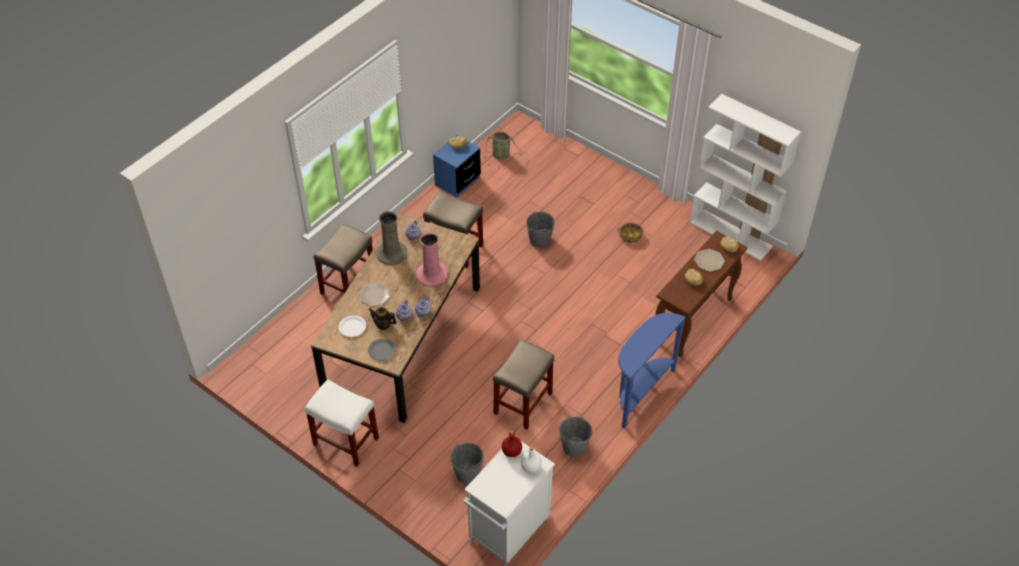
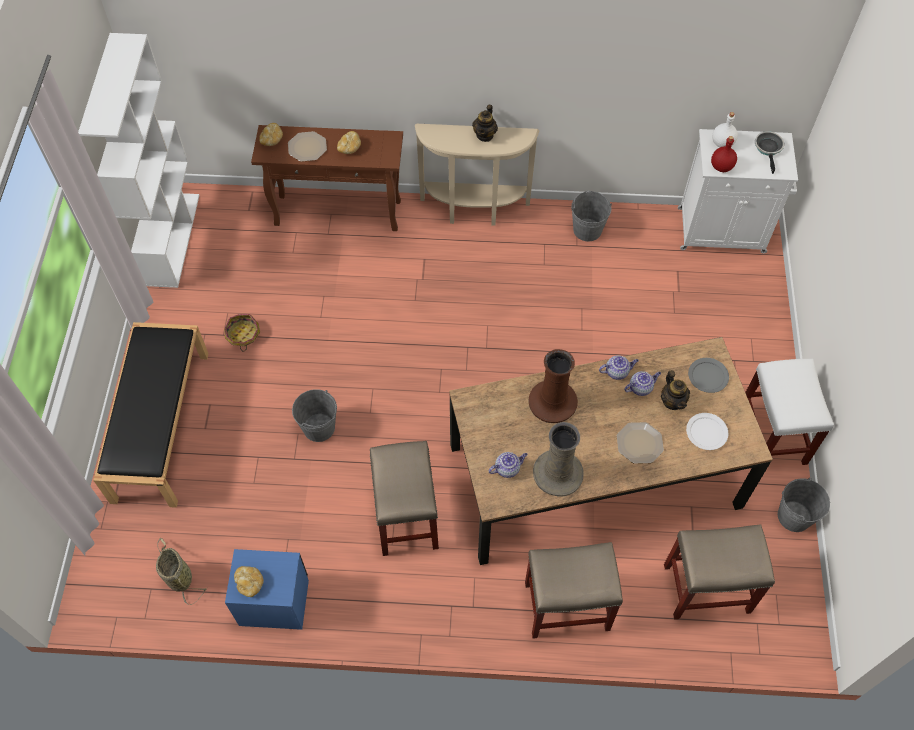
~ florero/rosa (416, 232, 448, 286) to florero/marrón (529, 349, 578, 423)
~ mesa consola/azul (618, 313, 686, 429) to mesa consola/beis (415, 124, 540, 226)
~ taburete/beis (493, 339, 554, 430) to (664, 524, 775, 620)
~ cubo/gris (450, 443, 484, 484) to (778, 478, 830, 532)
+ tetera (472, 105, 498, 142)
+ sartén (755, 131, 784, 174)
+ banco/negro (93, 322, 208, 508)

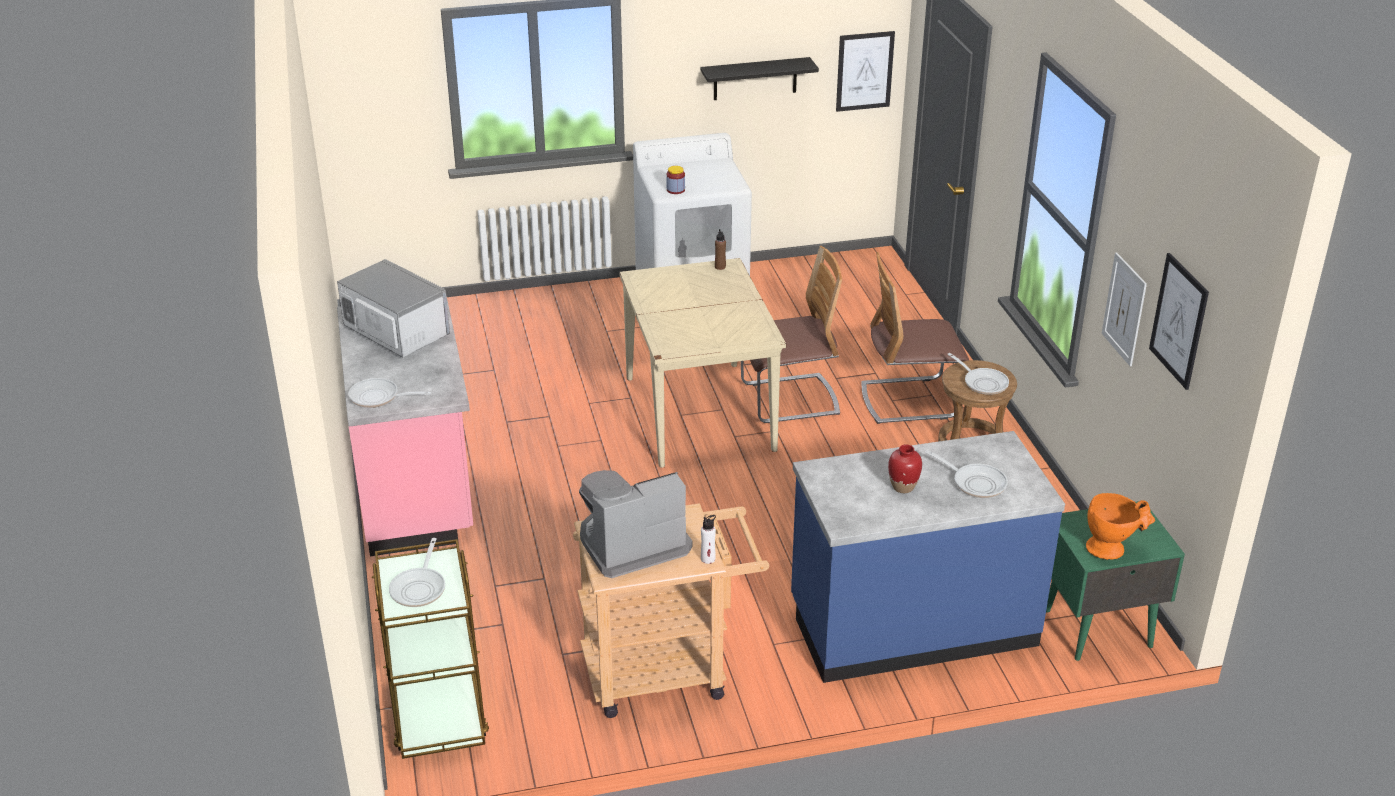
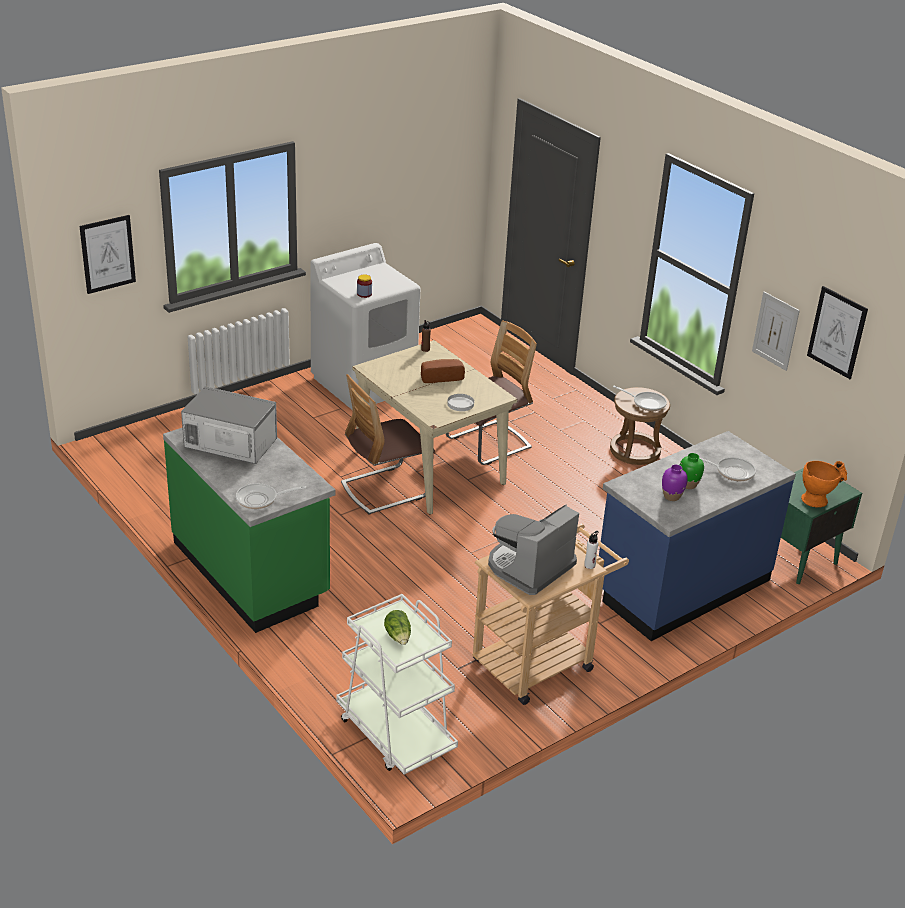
~ cuadro (836, 31, 895, 112) to (79, 215, 136, 294)
- estante/negro (701, 57, 819, 100)
~ silla (862, 252, 969, 424) to (341, 374, 435, 515)
~ mueble bajo de cocina/rosa (337, 296, 473, 556) to mueble bajo de cocina/verde (163, 428, 336, 633)
~ florero/rojo (888, 444, 922, 493) to florero/verde (680, 453, 704, 489)
~ sartén (389, 538, 445, 607) to lechuga (384, 610, 411, 645)
~ carrito/marrón (372, 539, 489, 759) to carrito/blanco (336, 594, 458, 775)
+ pan (421, 359, 465, 383)
+ plato/blanco (447, 394, 474, 411)
+ florero/morado (662, 464, 688, 501)

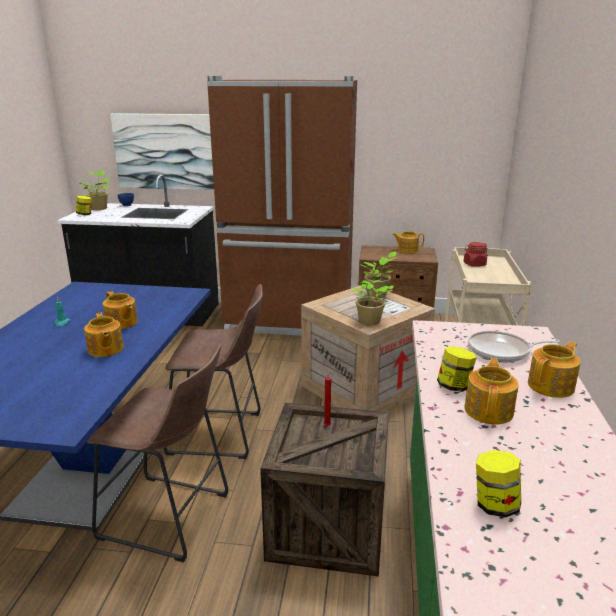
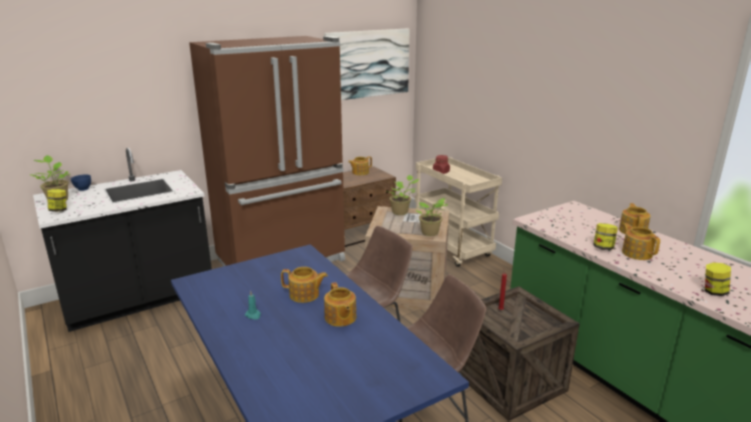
~ cuadro (110, 113, 214, 190) to (324, 28, 410, 100)
~ tetera (84, 313, 124, 357) = (324, 282, 356, 327) 45 degrees clockwise
- sartén (468, 331, 560, 362)

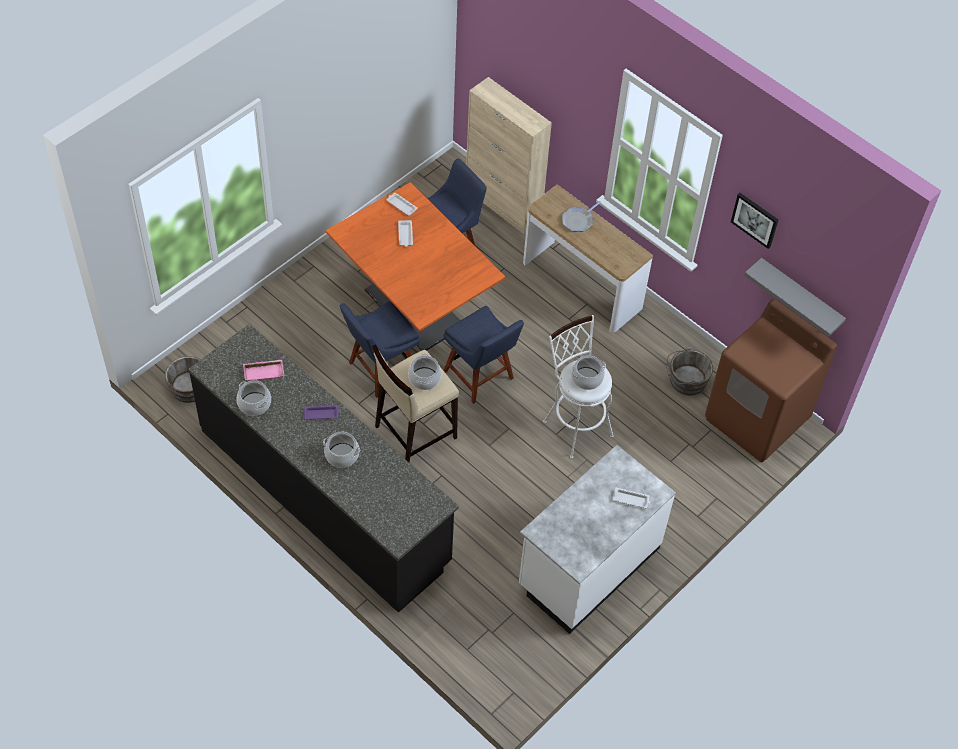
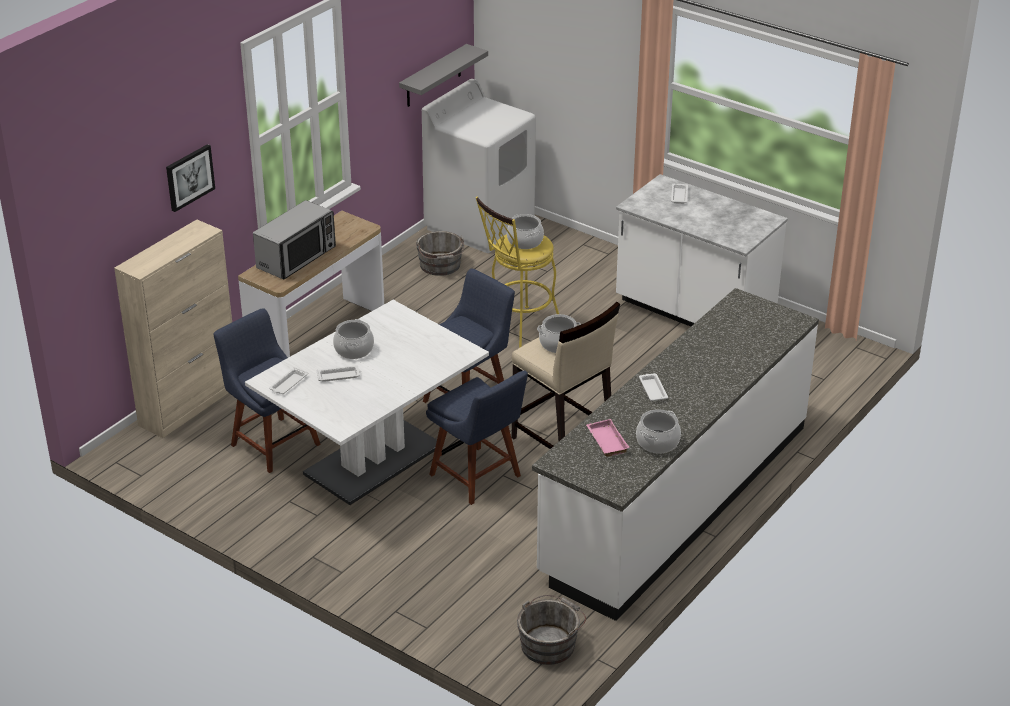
~ mesa de comedor/naranja (325, 182, 506, 351) to mesa de comedor/blanco (245, 300, 489, 505)
~ cuadro (731, 193, 778, 249) to (166, 144, 215, 212)
~ sartén (562, 201, 601, 232) to microondas (253, 200, 336, 279)
~ lavadora/marrón (705, 299, 837, 462) to lavadora/blanco (422, 79, 536, 253)
~ taburete/blanco (543, 315, 614, 459) to taburete/amarillo (476, 197, 559, 348)
~ mueble bajo de cocina/negro (188, 324, 459, 613) to mueble bajo de cocina/blanco (532, 288, 819, 621)
~ bandeja/morado (303, 405, 340, 420) to bandeja/blanco (639, 373, 668, 401)
~ olla (323, 432, 360, 468) to (333, 319, 374, 359)

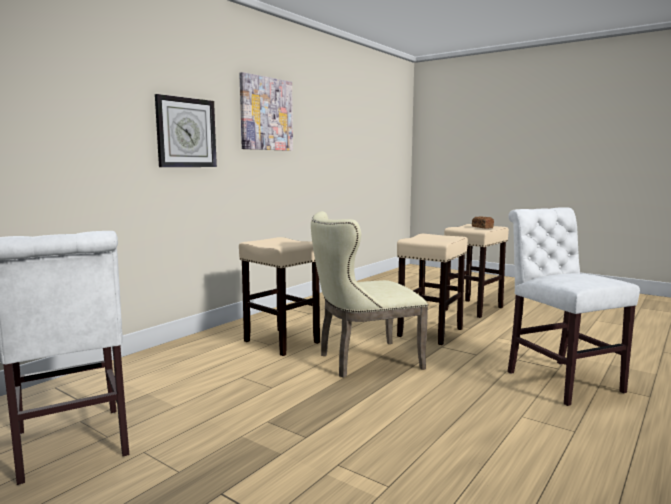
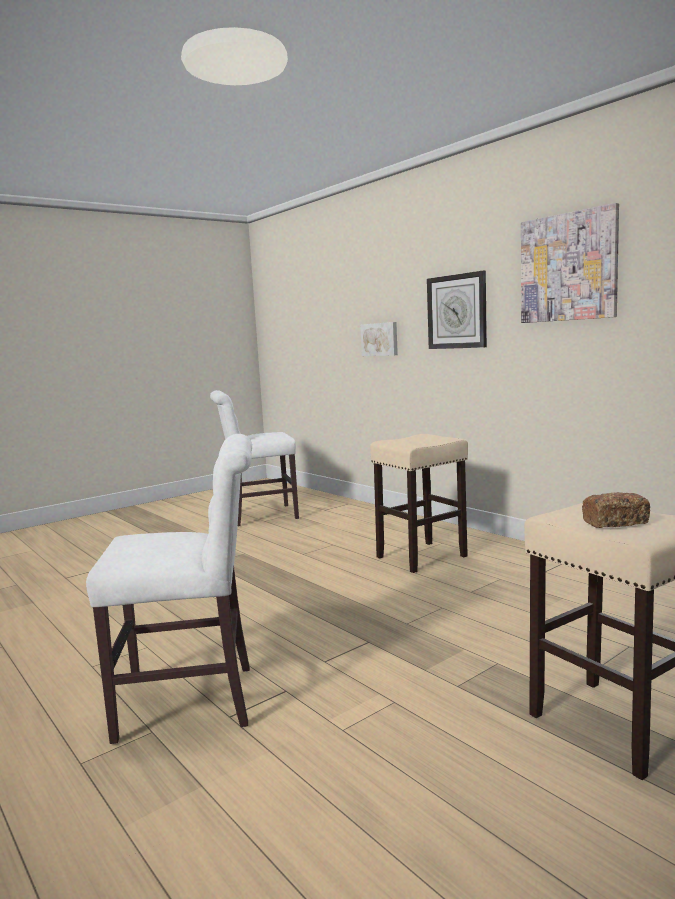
- silla/beis (311, 211, 428, 378)
- taburete/beis (397, 234, 468, 345)
+ cuadro (360, 322, 398, 356)

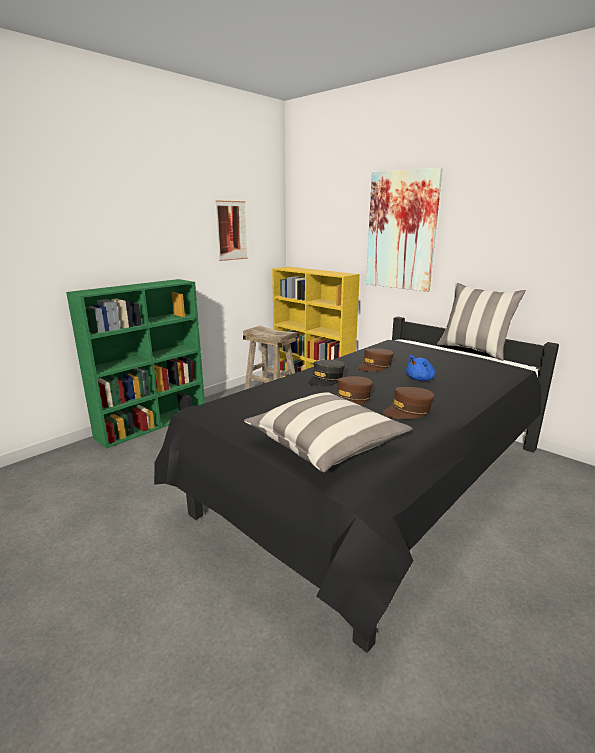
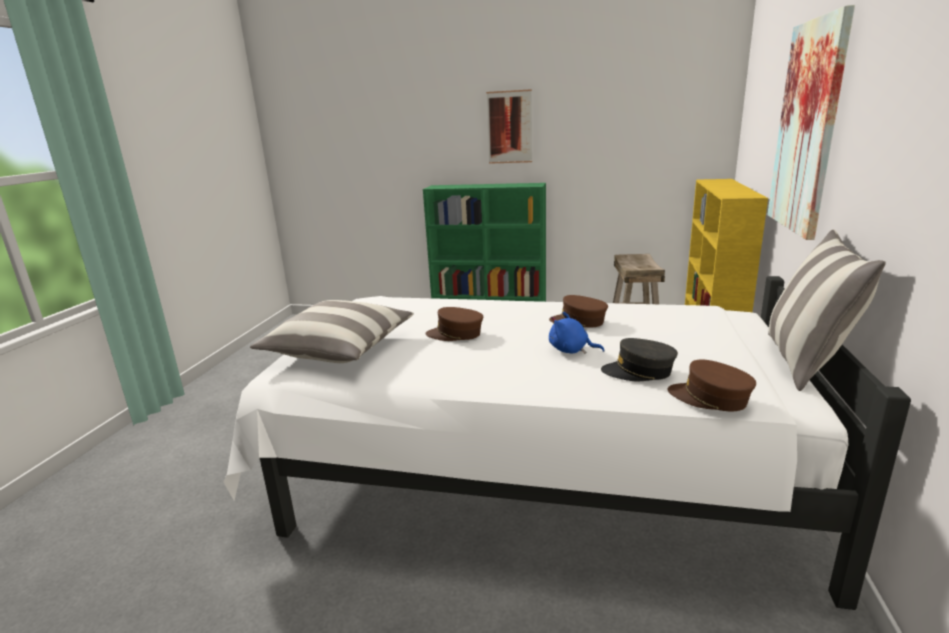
~ cuadro (215, 200, 248, 261) to (486, 89, 532, 164)
~ cama/negro (154, 317, 559, 653) to cama/blanco (224, 276, 911, 610)
~ gorra/gris (308, 360, 345, 387) to (601, 338, 678, 381)
~ gorra/marrón (383, 387, 435, 419) to (668, 359, 756, 411)

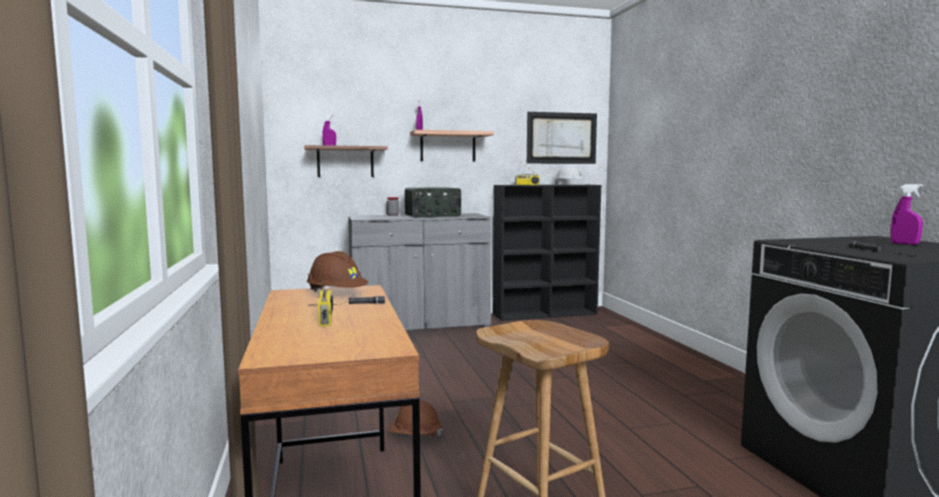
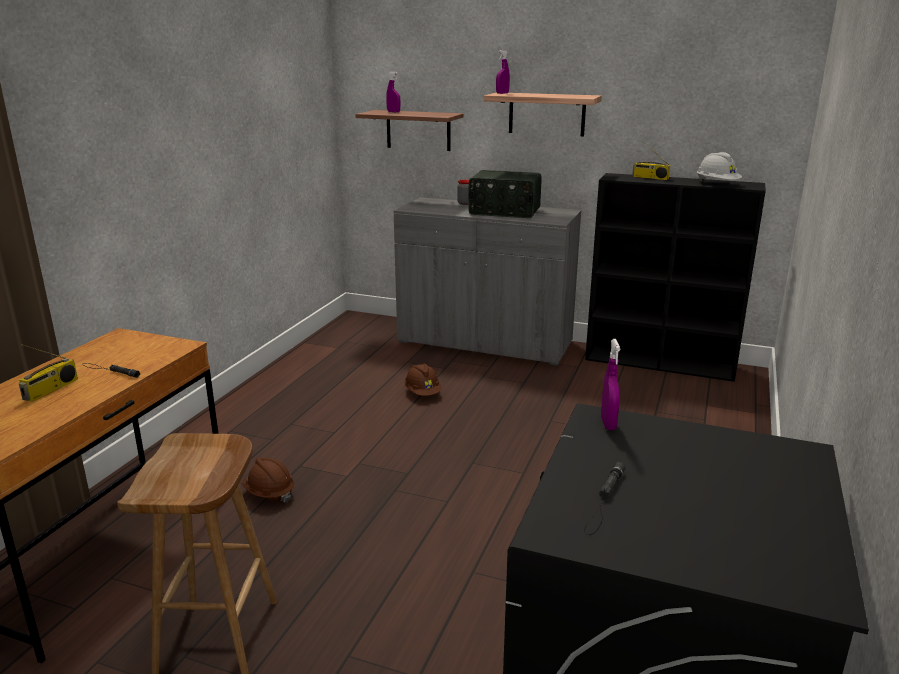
- cuadro (527, 112, 597, 164)
~ pulverizador/morado (891, 184, 923, 245) to (601, 339, 620, 430)
~ casco/marrón (307, 251, 368, 292) to (405, 364, 441, 396)

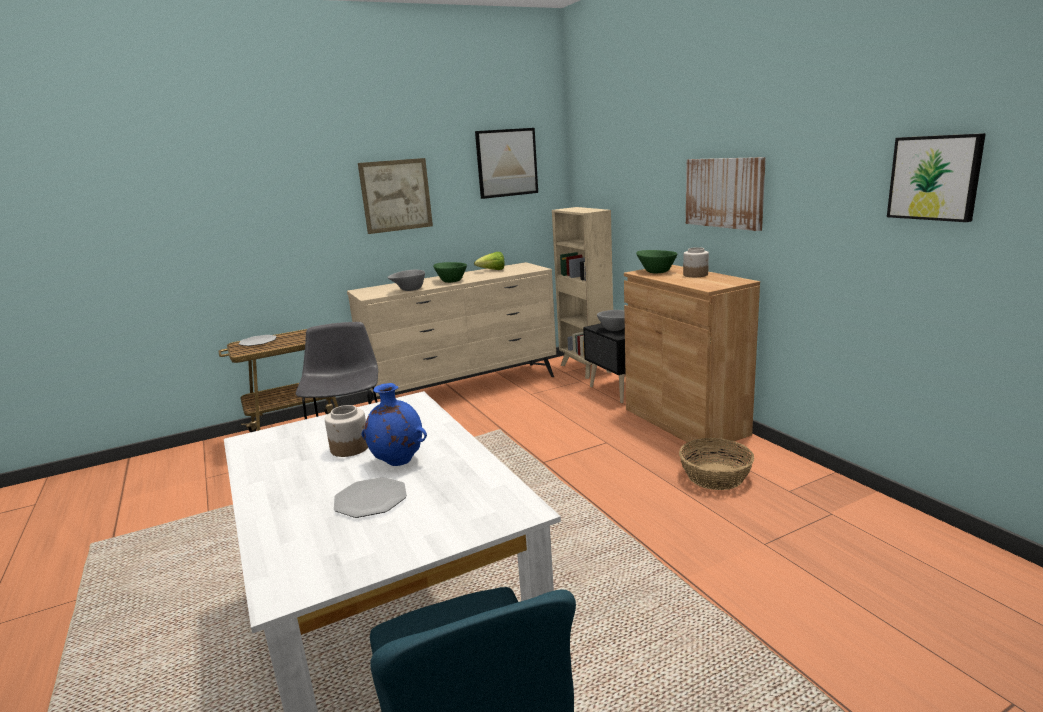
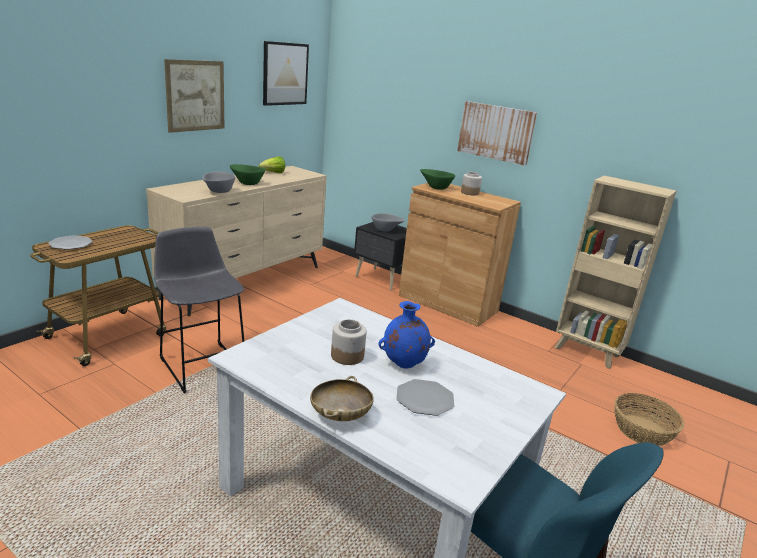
- cuadro (887, 133, 986, 222)
~ estantería/beis (552, 207, 613, 379) to (555, 176, 676, 369)
~ cesta (679, 438, 754, 490) to (614, 393, 685, 446)
+ cuenco/beis (310, 376, 374, 421)

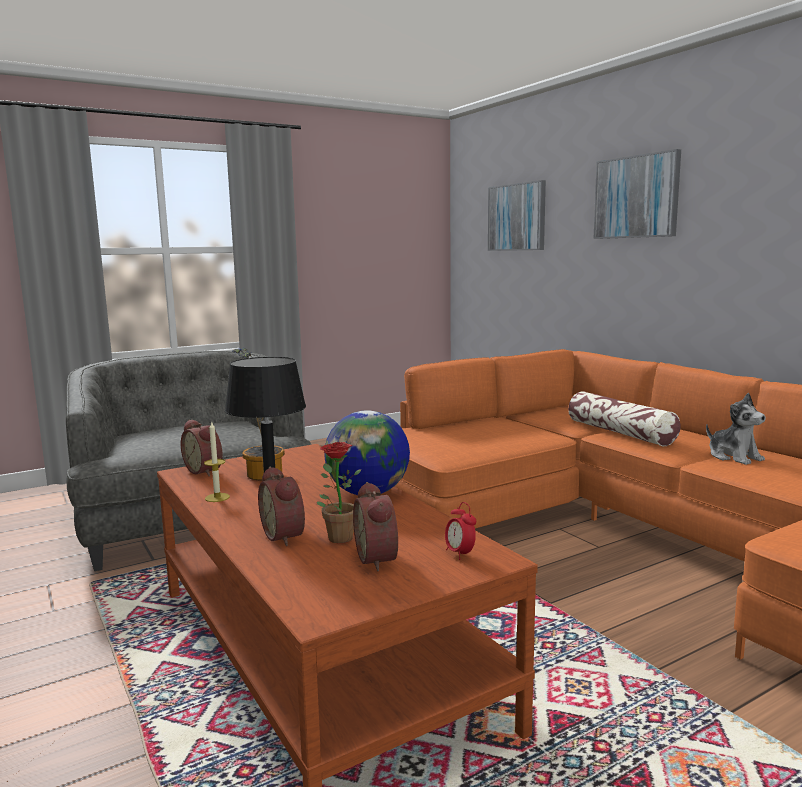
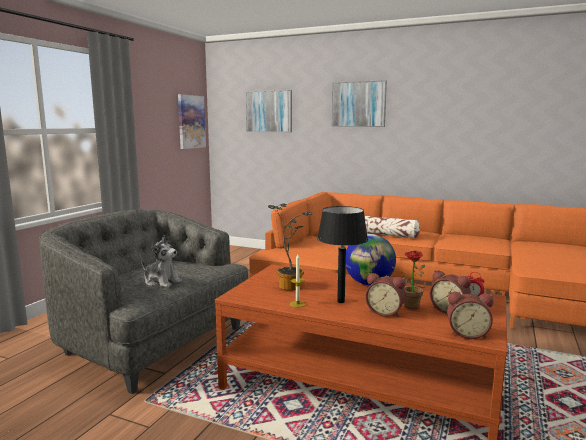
~ peluche (706, 393, 766, 465) to (142, 235, 182, 288)
~ despertador (181, 419, 223, 476) to (447, 292, 494, 339)
+ cuadro (178, 94, 206, 149)

